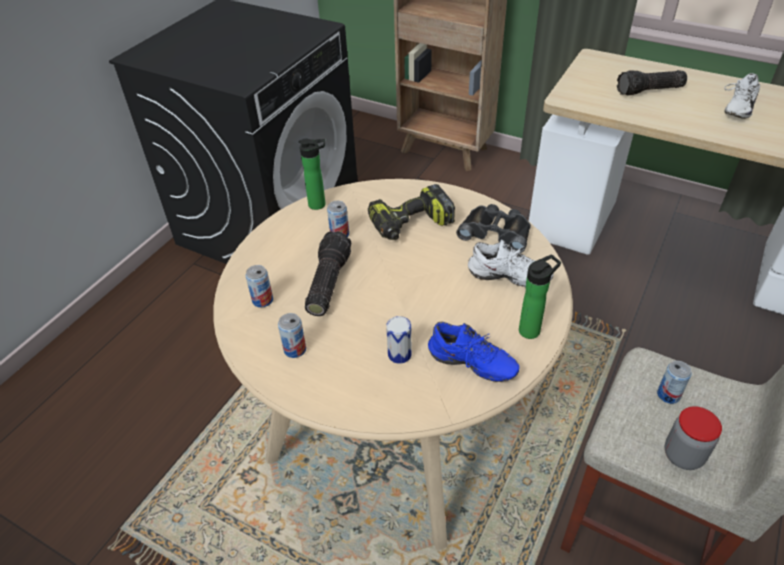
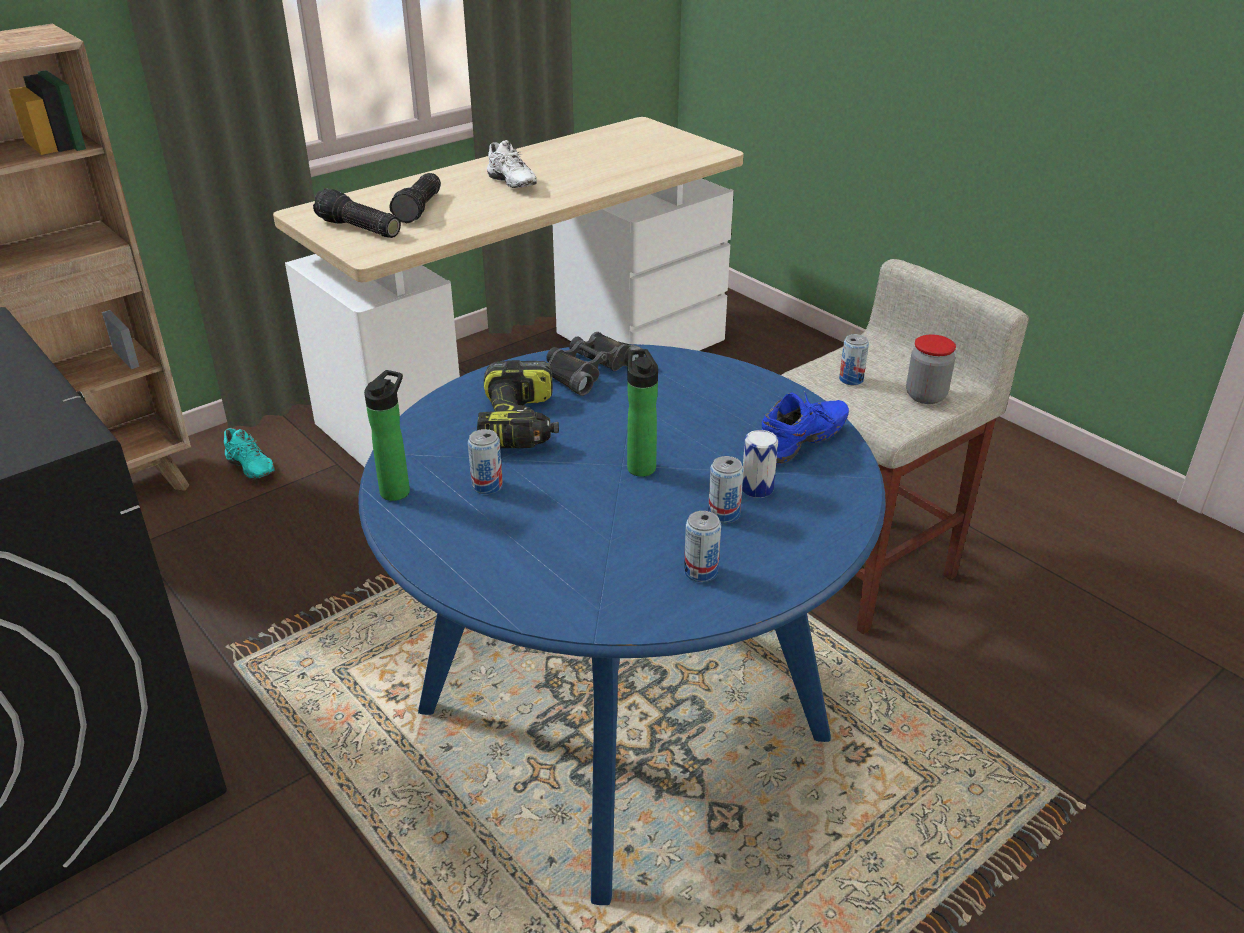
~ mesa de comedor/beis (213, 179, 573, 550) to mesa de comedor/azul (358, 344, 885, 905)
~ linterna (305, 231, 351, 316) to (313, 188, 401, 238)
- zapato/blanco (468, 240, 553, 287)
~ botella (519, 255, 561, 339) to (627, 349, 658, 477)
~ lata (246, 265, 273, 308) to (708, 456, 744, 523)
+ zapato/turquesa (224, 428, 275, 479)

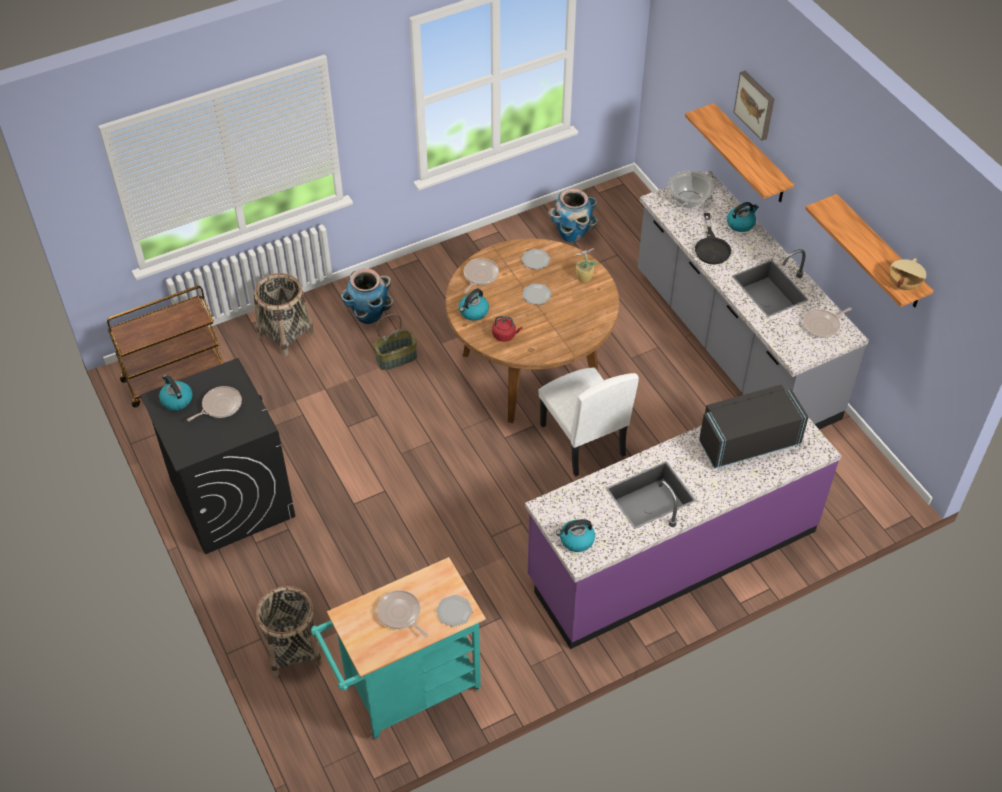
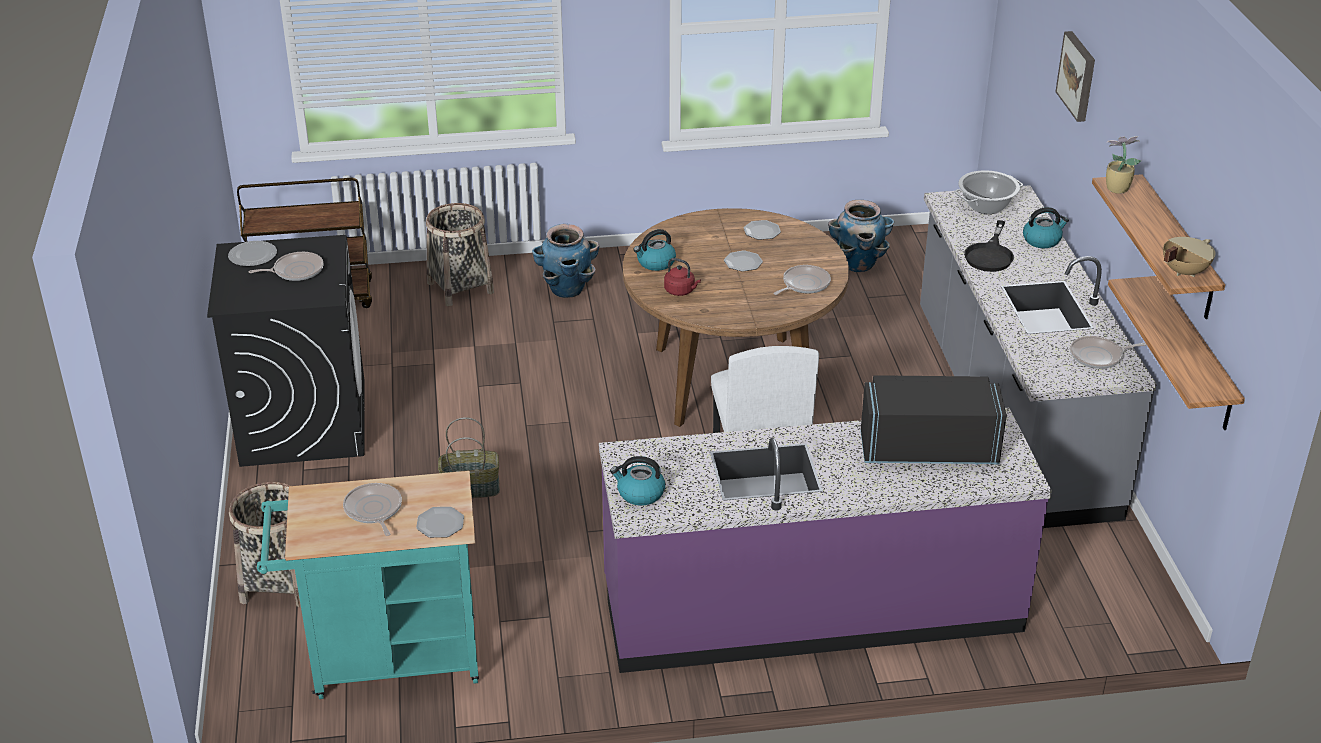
~ estante (685, 103, 794, 202) to (1108, 276, 1245, 430)
~ planta en maceta (574, 248, 598, 282) to (1106, 136, 1141, 194)
~ sartén (464, 258, 499, 293) to (773, 265, 831, 295)
~ cesta (374, 314, 417, 370) to (438, 417, 500, 498)
~ hervidor (159, 375, 192, 411) to plato (228, 241, 277, 266)

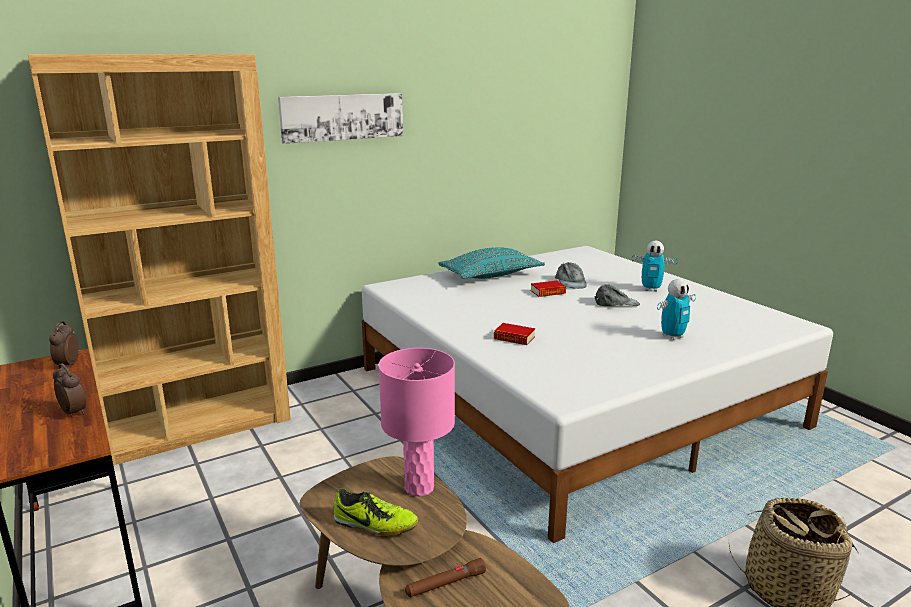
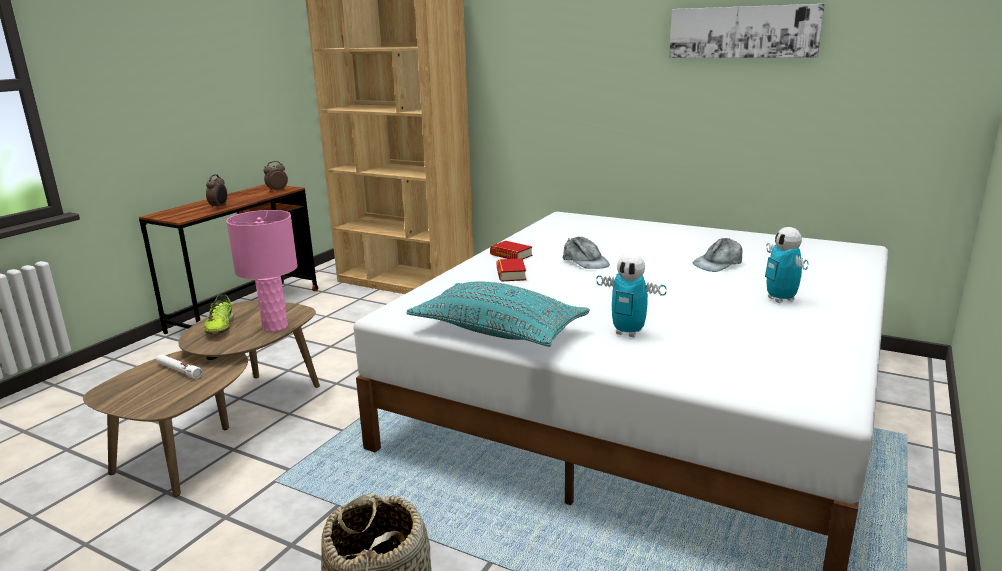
~ cuadro (278, 93, 403, 144) to (669, 4, 825, 58)
~ cojín/turquesa (438, 247, 545, 279) to (406, 282, 590, 347)
~ libro (531, 281, 566, 297) to (490, 241, 532, 259)
~ gorra/gris (595, 284, 640, 306) to (563, 237, 610, 269)
~ linterna/marrón (405, 558, 486, 597) to linterna/blanco (156, 354, 202, 379)

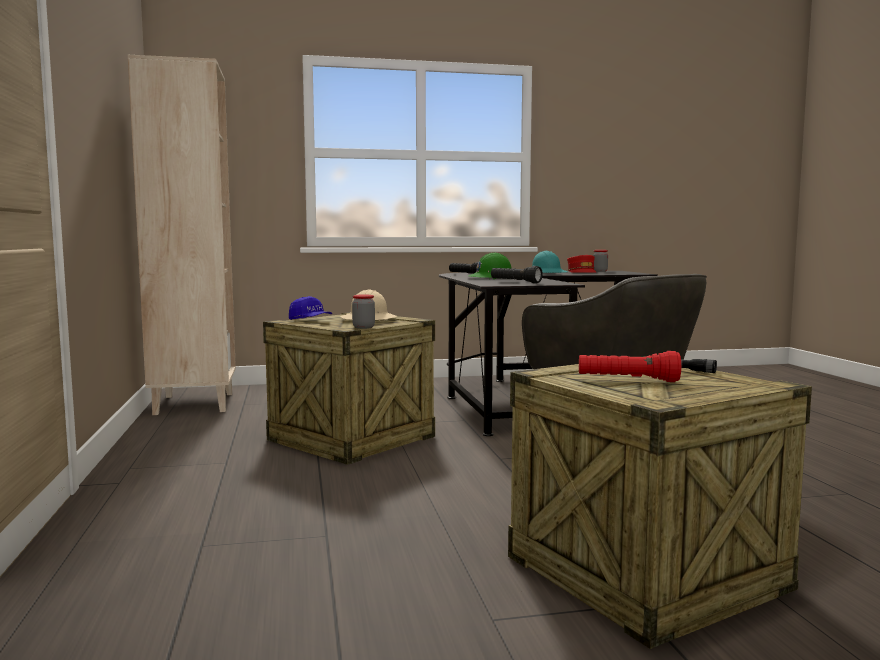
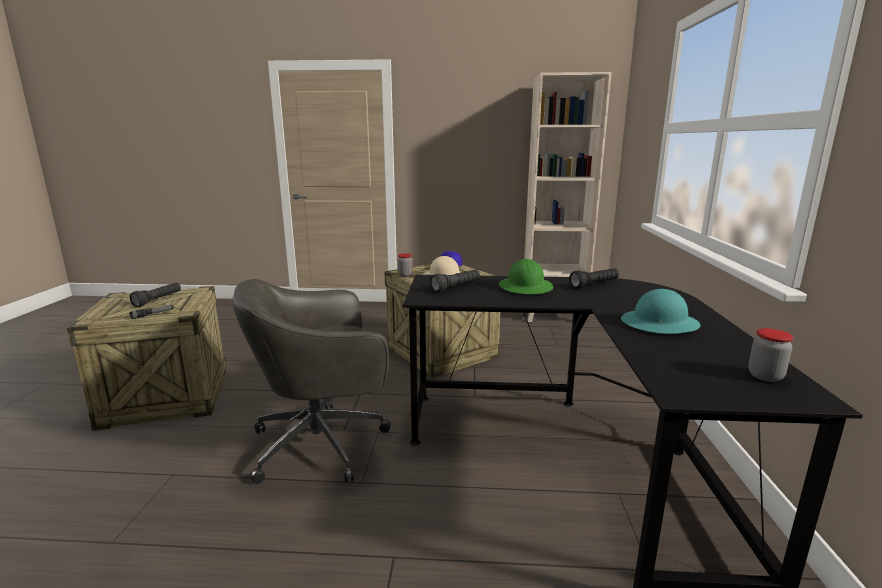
- gorra/rojo (567, 255, 596, 273)
~ linterna/rojo (579, 351, 681, 382) to linterna/negro (130, 282, 181, 307)

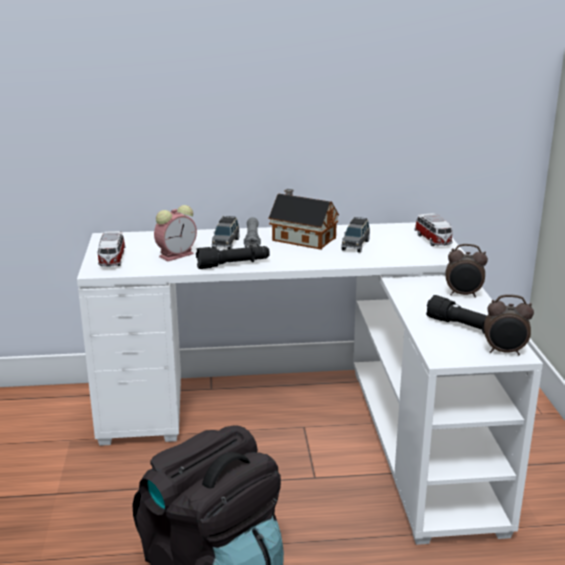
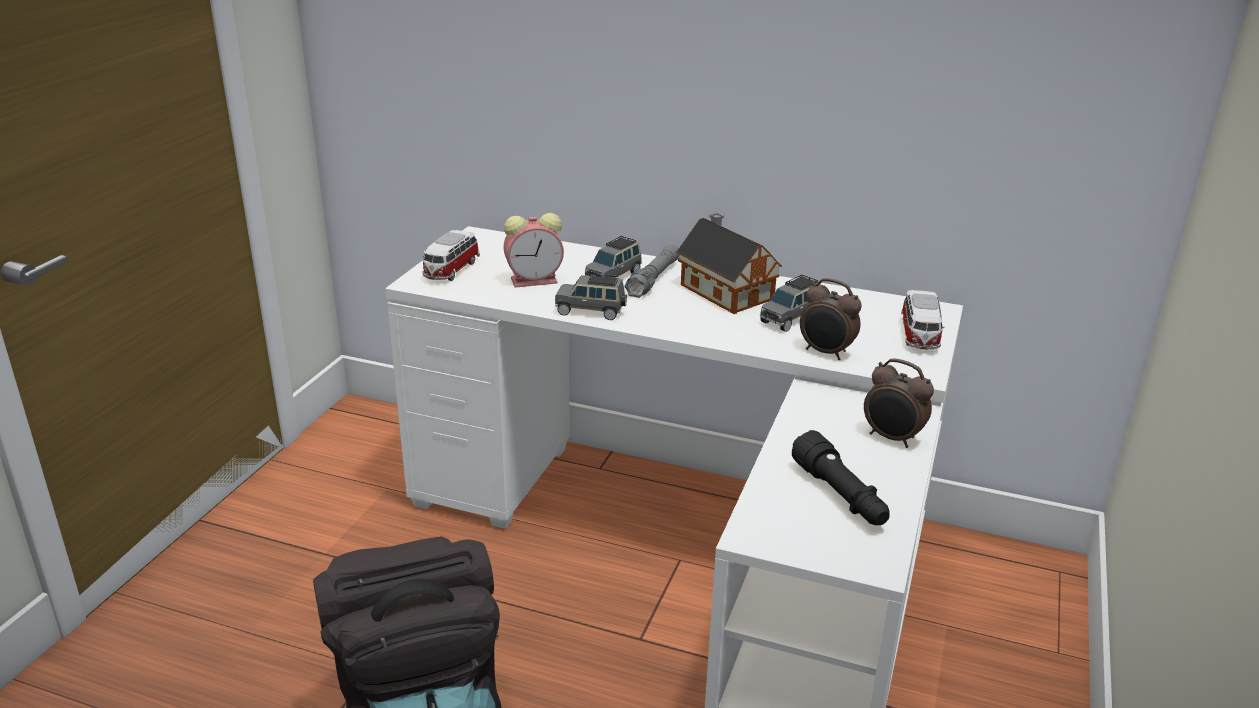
~ linterna/negro (196, 245, 270, 269) to coche de juguete/gris (555, 274, 627, 320)
~ despertador (484, 294, 534, 355) to (800, 278, 862, 360)

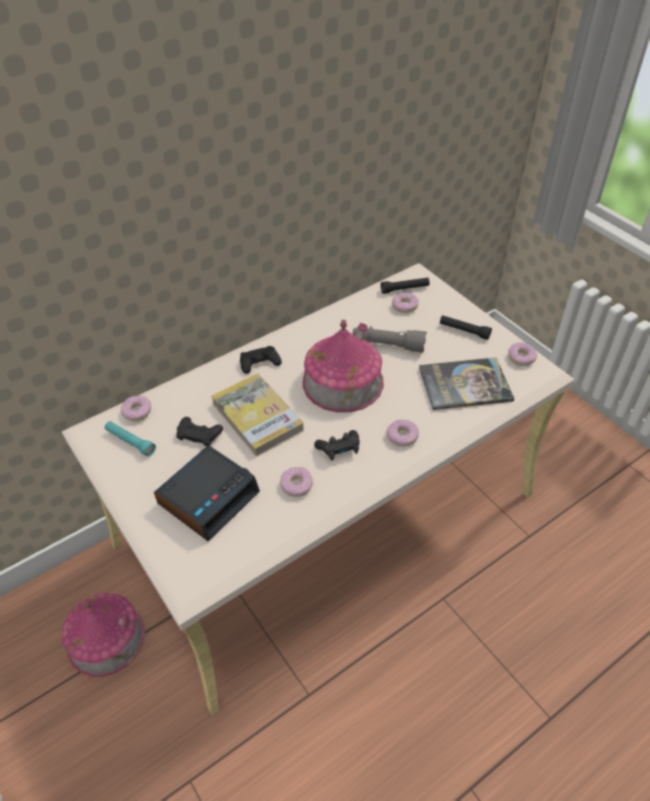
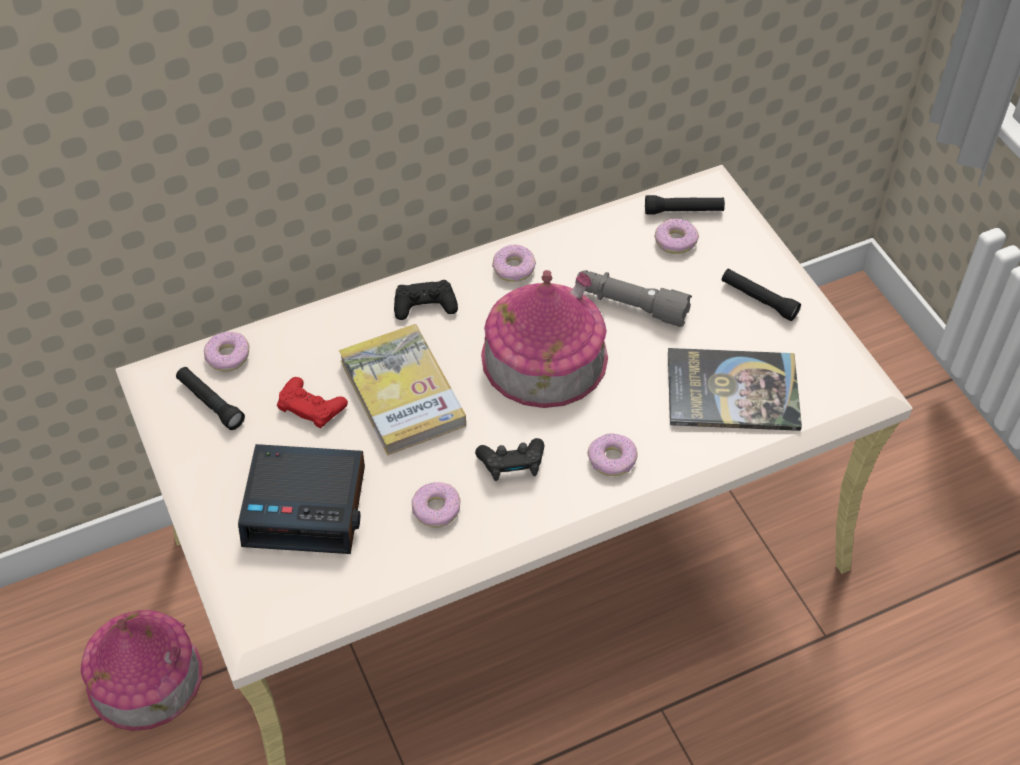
~ rosquilla (508, 342, 537, 366) to (492, 245, 536, 282)
~ mando de consola/negro (176, 417, 223, 446) to mando de consola/rojo (277, 377, 348, 428)
~ linterna/turquesa (105, 421, 156, 457) to linterna/negro (176, 367, 245, 430)
~ despertador (154, 445, 260, 541) = (238, 444, 365, 554) 45 degrees clockwise

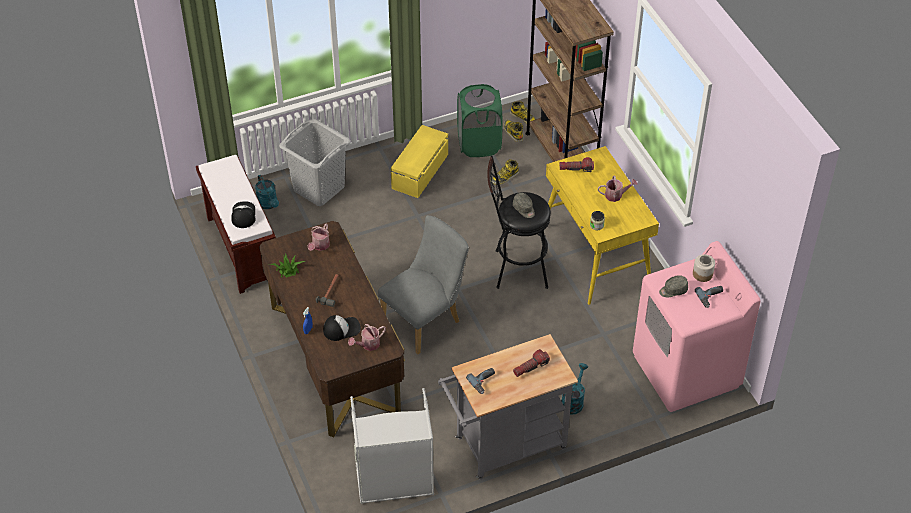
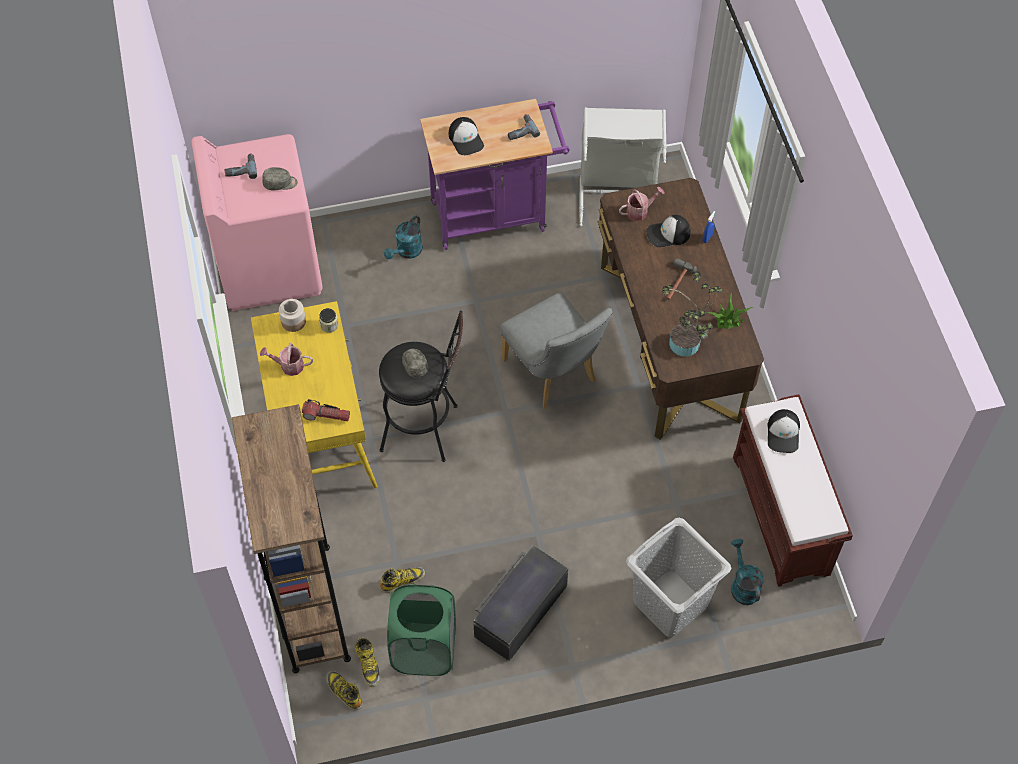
~ caja de almacenaje/amarillo (391, 125, 448, 198) to caja de almacenaje/negro (473, 546, 568, 661)
~ silla/gris (378, 215, 469, 355) = (500, 293, 612, 409) 90 degrees counterclockwise
~ regadera (307, 223, 330, 251) to planta en maceta (662, 271, 724, 357)
~ tarro (693, 254, 715, 282) to (279, 299, 306, 332)
~ carrito/gris (438, 334, 578, 480) to carrito/morado (420, 99, 570, 250)
~ linterna (513, 349, 550, 377) to gorra (449, 117, 484, 155)

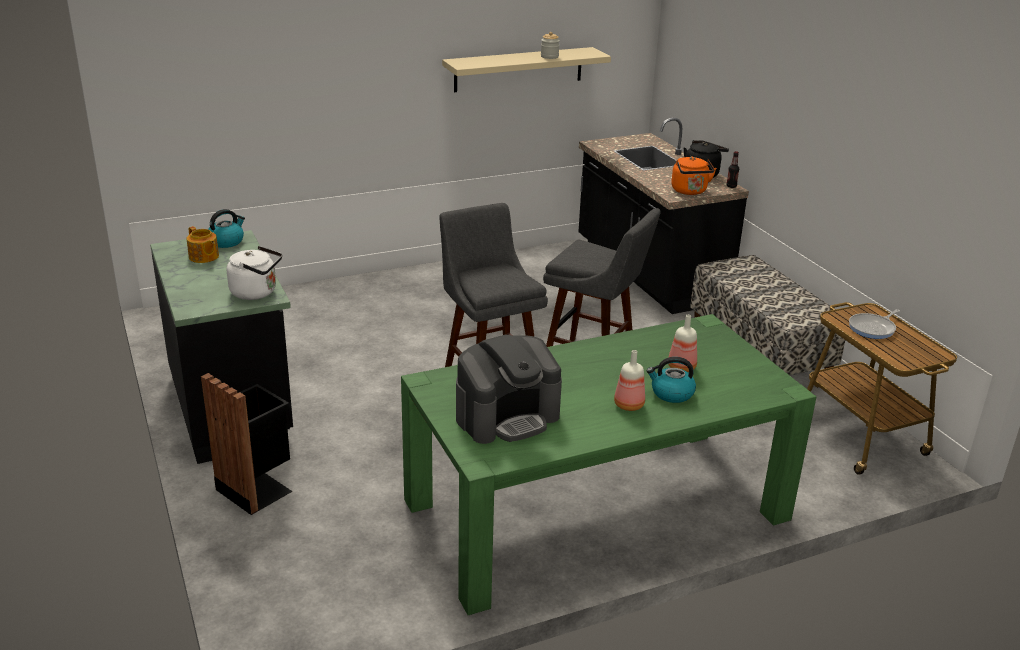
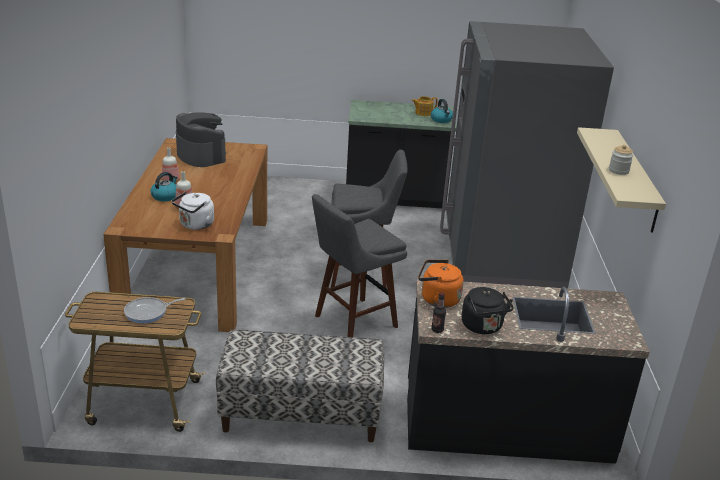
~ hervidor/blanco (227, 246, 282, 300) to (172, 192, 214, 230)
~ sartén (849, 309, 900, 339) = (124, 297, 186, 323) 105 degrees counterclockwise
~ mesa de comedor/verde (401, 314, 816, 615) to mesa de comedor/marrón (103, 138, 267, 332)
~ cafetera (456, 335, 562, 444) = (176, 112, 226, 167) 150 degrees clockwise
- papelera/negro (201, 373, 292, 515)
+ nevera/gris (440, 21, 614, 289)

